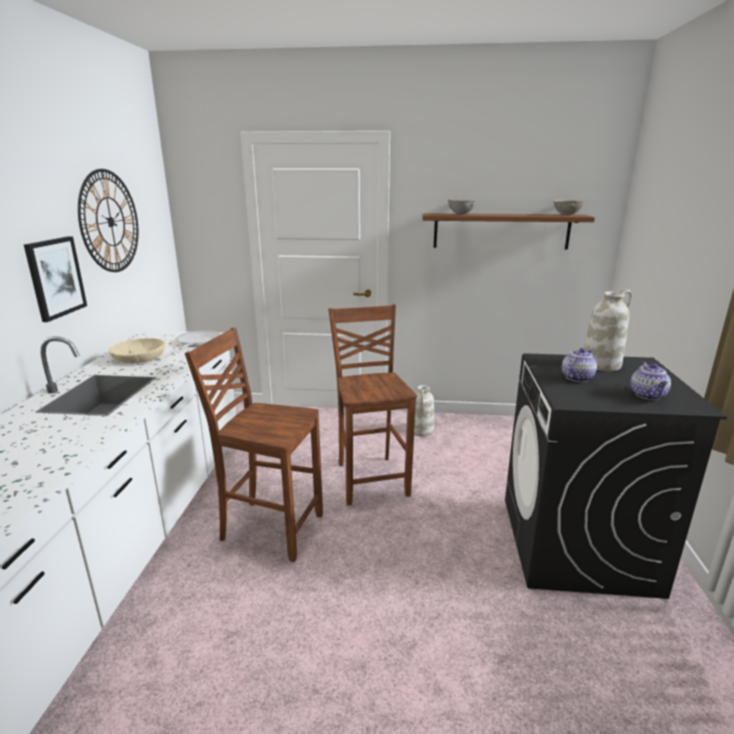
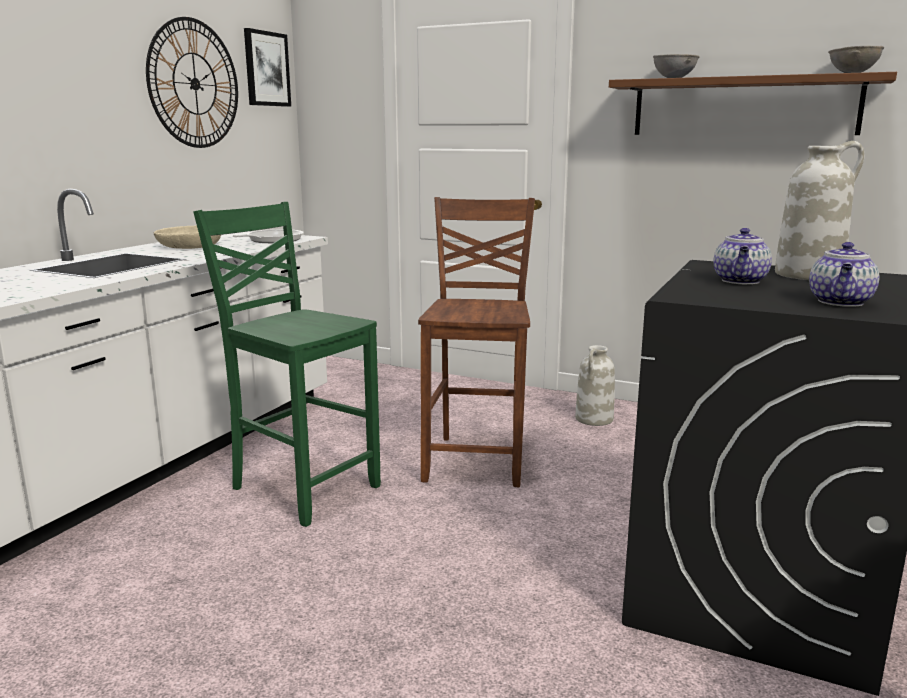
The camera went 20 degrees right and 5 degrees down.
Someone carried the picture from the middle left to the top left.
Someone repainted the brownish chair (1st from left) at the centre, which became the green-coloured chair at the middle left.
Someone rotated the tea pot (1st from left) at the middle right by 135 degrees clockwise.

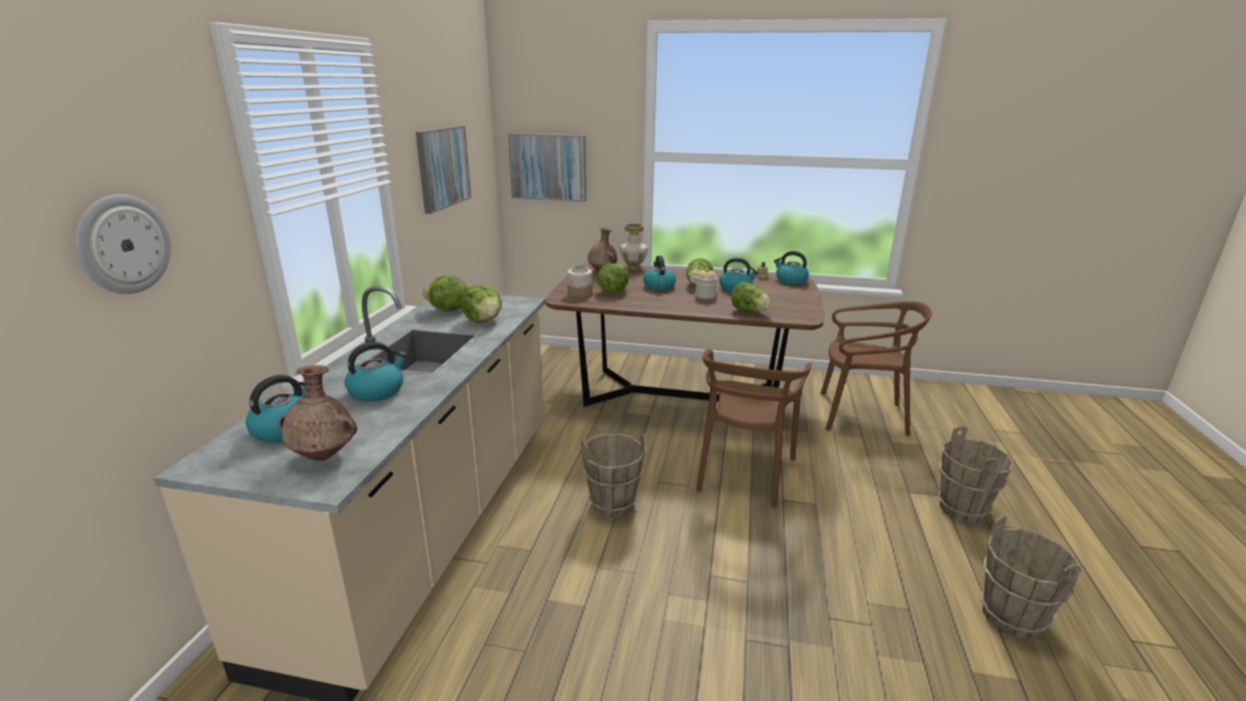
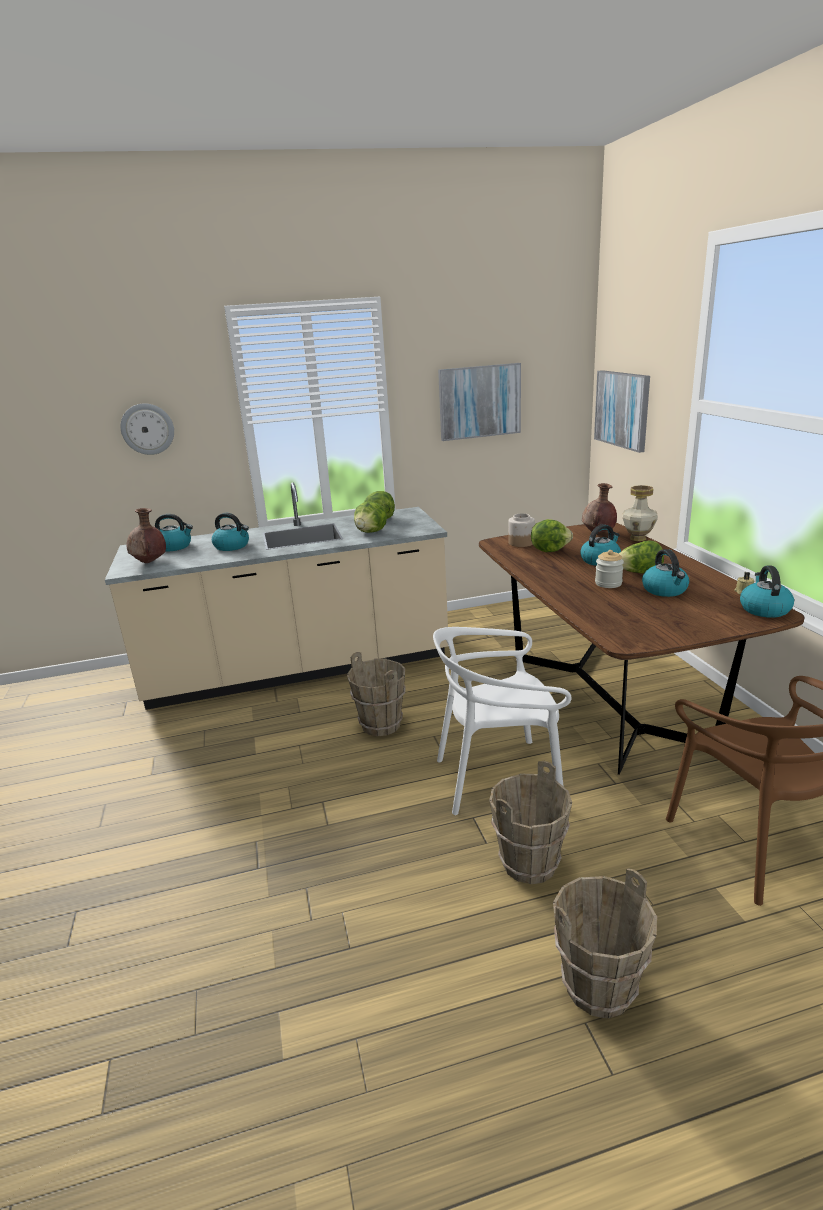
The camera went 65 degrees right and 0 degrees up.
Someone repainted the brownish chair (1st from left) at the centre, which became the whitish chair at the centre.
Someone took away the head of lettuce (5th from left) at the centre.
Someone carried the brownish bucket (3rd from left in the first image) from the bottom right to the bottom centre.

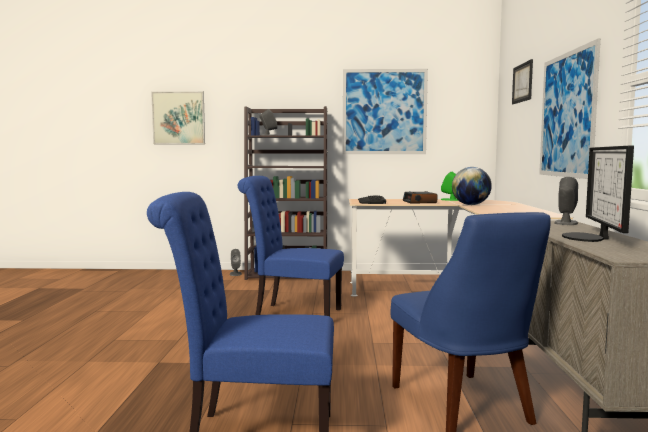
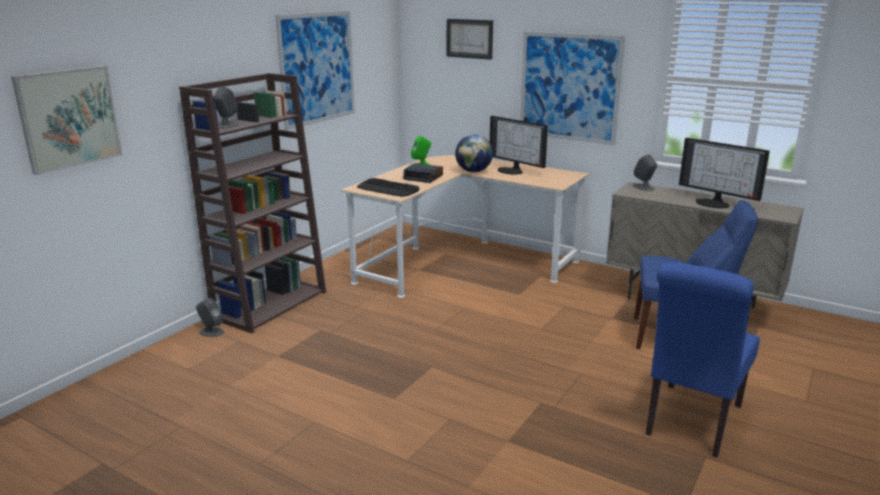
The camera went 60 degrees left and 15 degrees up.
Someone took away the blue chair (2nd from left) at the centre.
Someone put down the computer screen (1st from left) at the top centre.

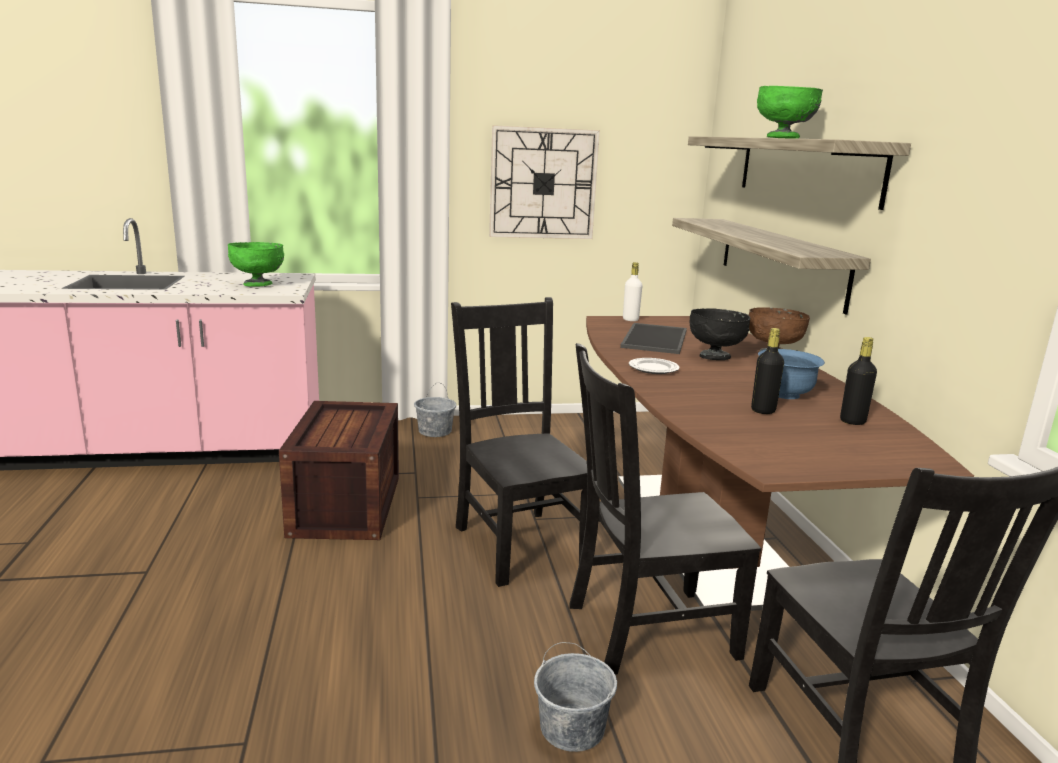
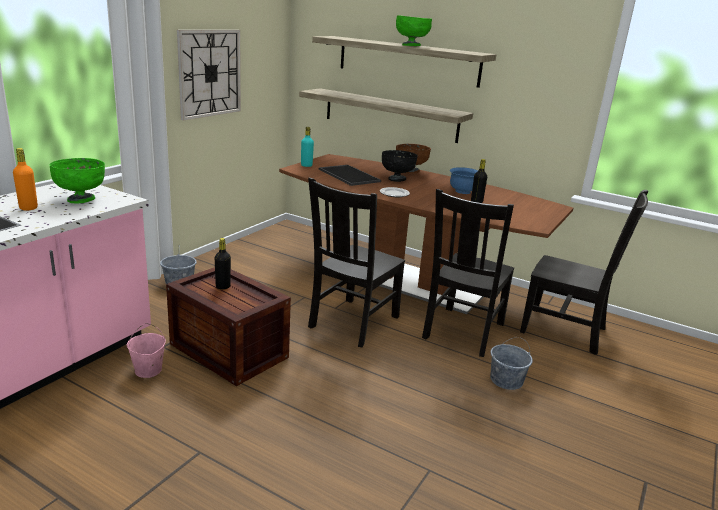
The camera went 50 degrees left and 5 degrees up.
Someone rotated the black-coloured chair (1st from left) at the centre by 75 degrees counterclockwise.
Someone repainted the whitish beverage bottle at the centre, which became the blue-green beverage bottle at the top centre.
Someone carried the black-coloured beverage bottle (2nd from left in the first image) from the middle right to the middle left.
Someone put down the orange-coloured beverage bottle at the middle left.
Someone put down the pink-coloured bucket at the bottom left.

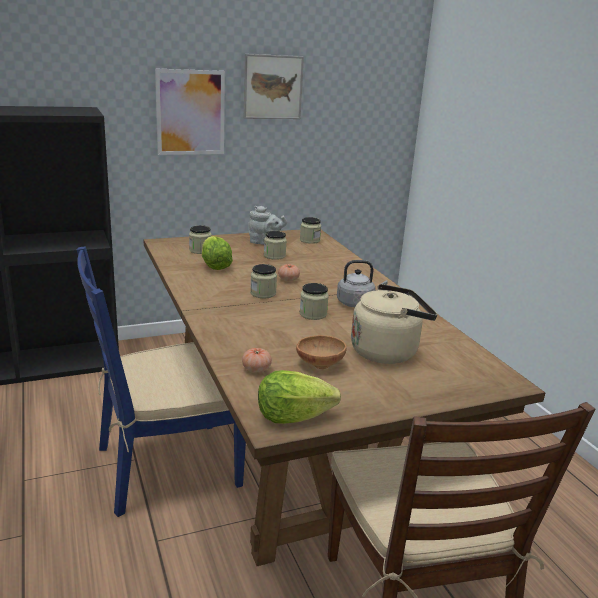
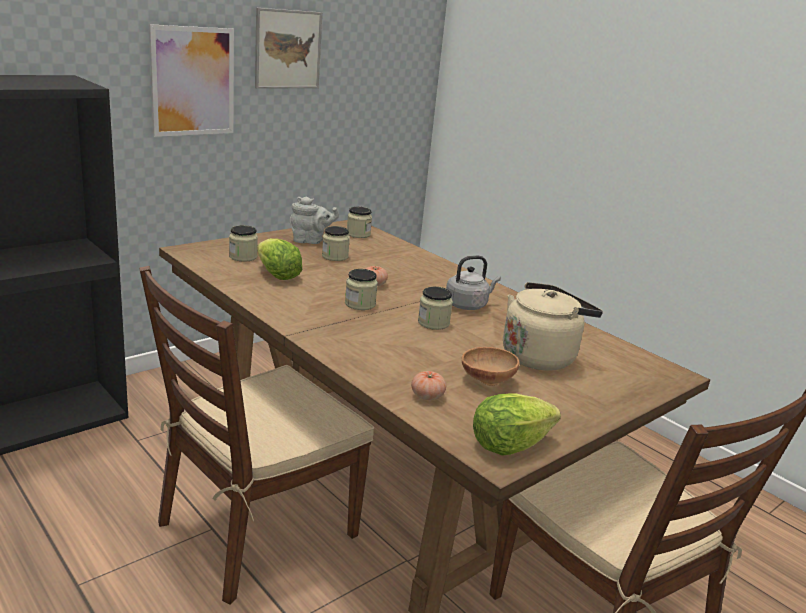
The camera went 20 degrees left and 0 degrees up.
Someone repainted the blue chair at the middle left, which became the brownish chair (1st from left) at the bottom left.

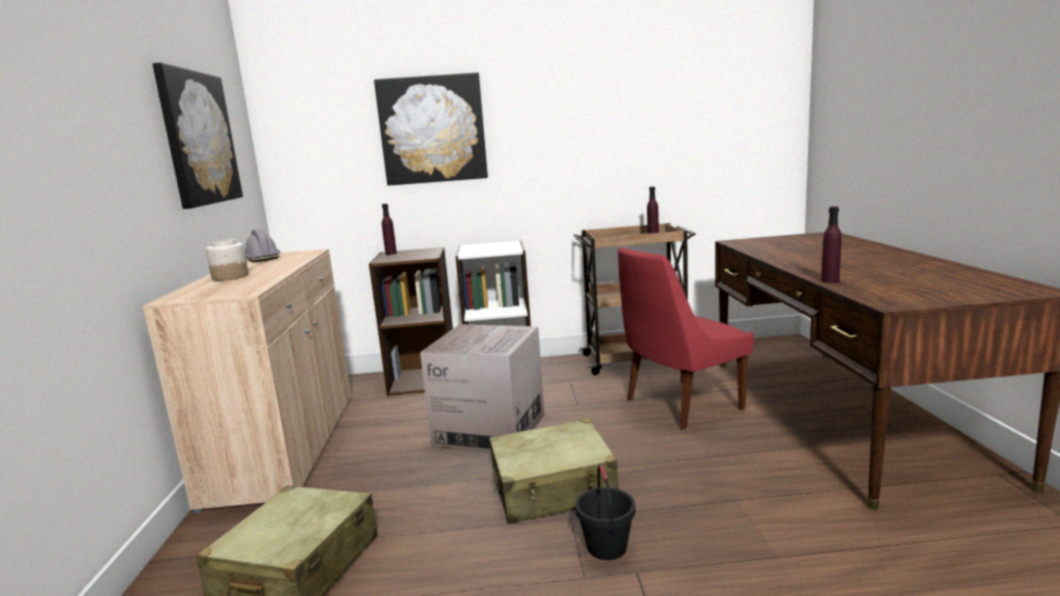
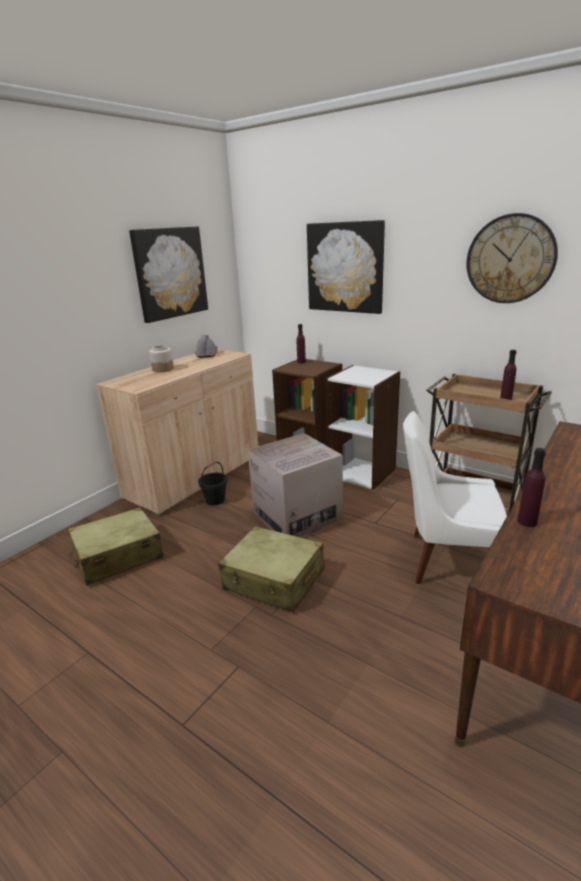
The camera went 40 degrees right and 10 degrees up.
Someone carried the black-coloured bucket from the bottom centre to the centre.
Someone repainted the red-coloured chair at the centre, which became the whitish chair at the middle right.
Someone put up the hanging clock at the top right.

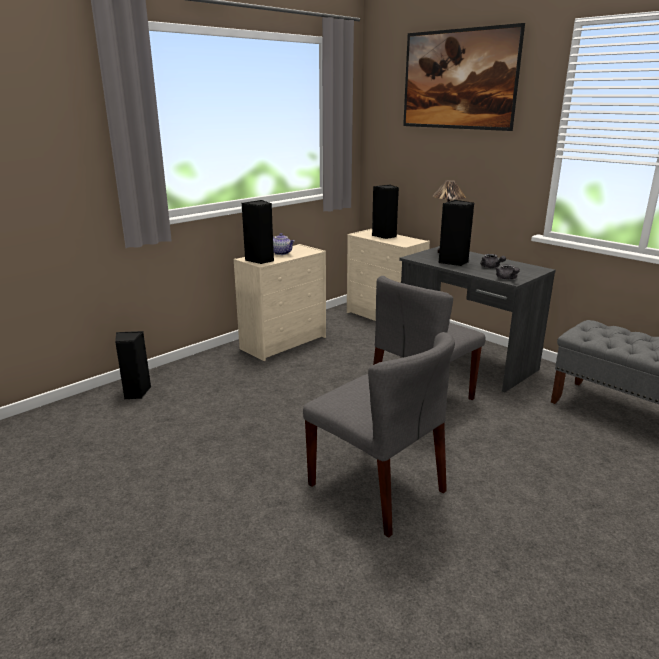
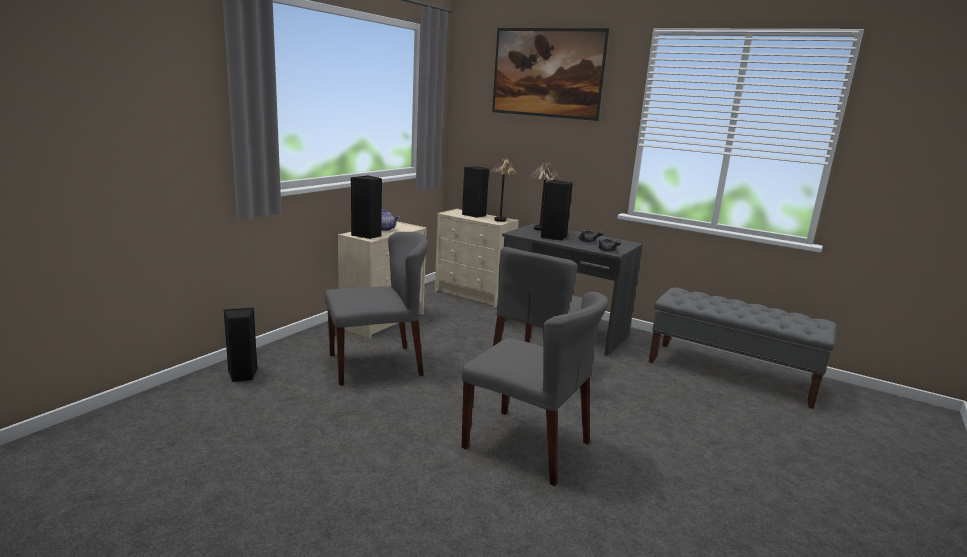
The camera went 15 degrees left and 5 degrees down.
Someone put down the grey chair (1st from left) at the centre.
Someone put down the lamp for a table (1st from left) at the centre.

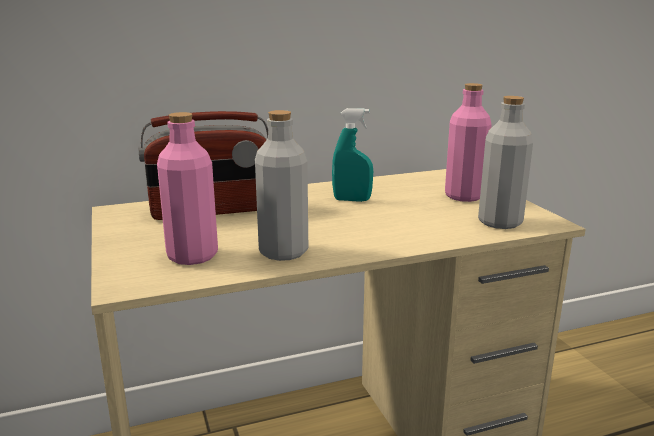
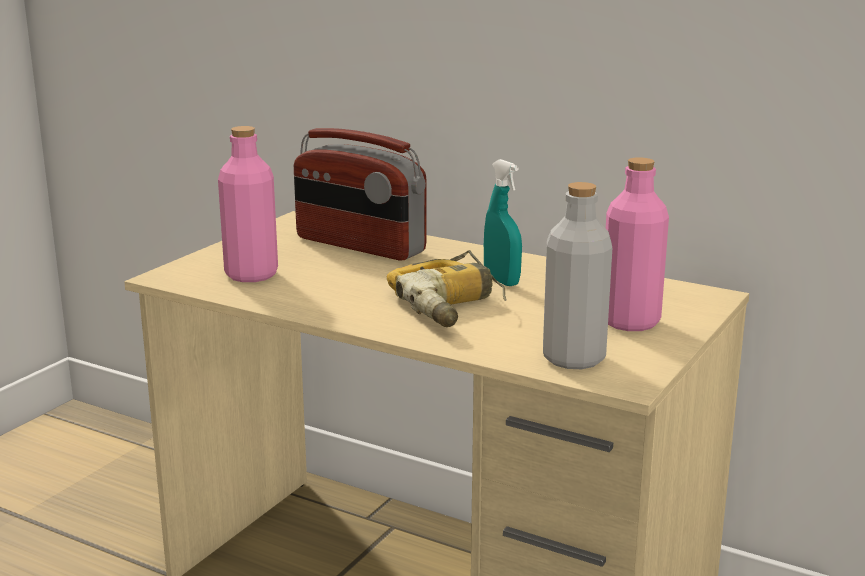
The camera went 50 degrees right and 0 degrees up.
Someone took away the grey beverage bottle (1st from left) at the centre.
Someone put down the drill at the centre.

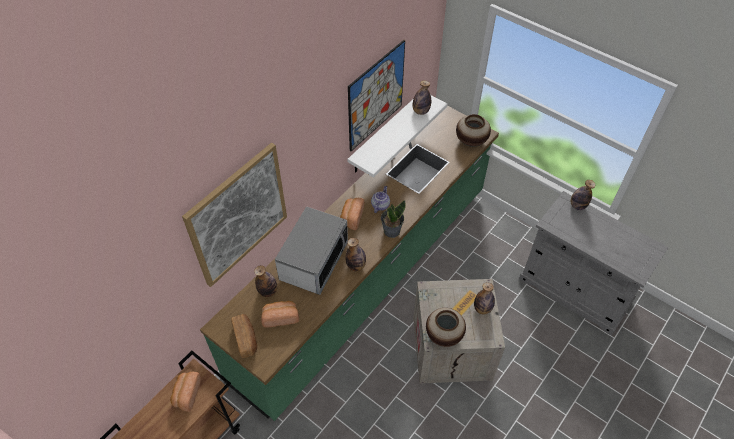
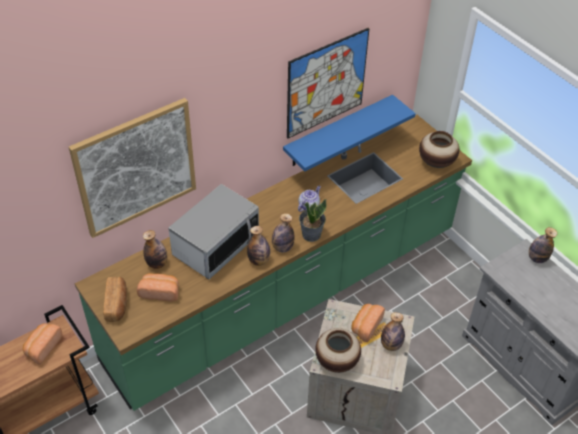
The camera went 15 degrees right and 5 degrees down.
Someone carried the bread (4th from left) from the centre to the bottom centre.
Someone repainted the whitish bracket shelf at the top centre, which became the blue bracket shelf at the top centre.
Someone carried the beverage bottle (3rd from left) from the top centre to the centre.

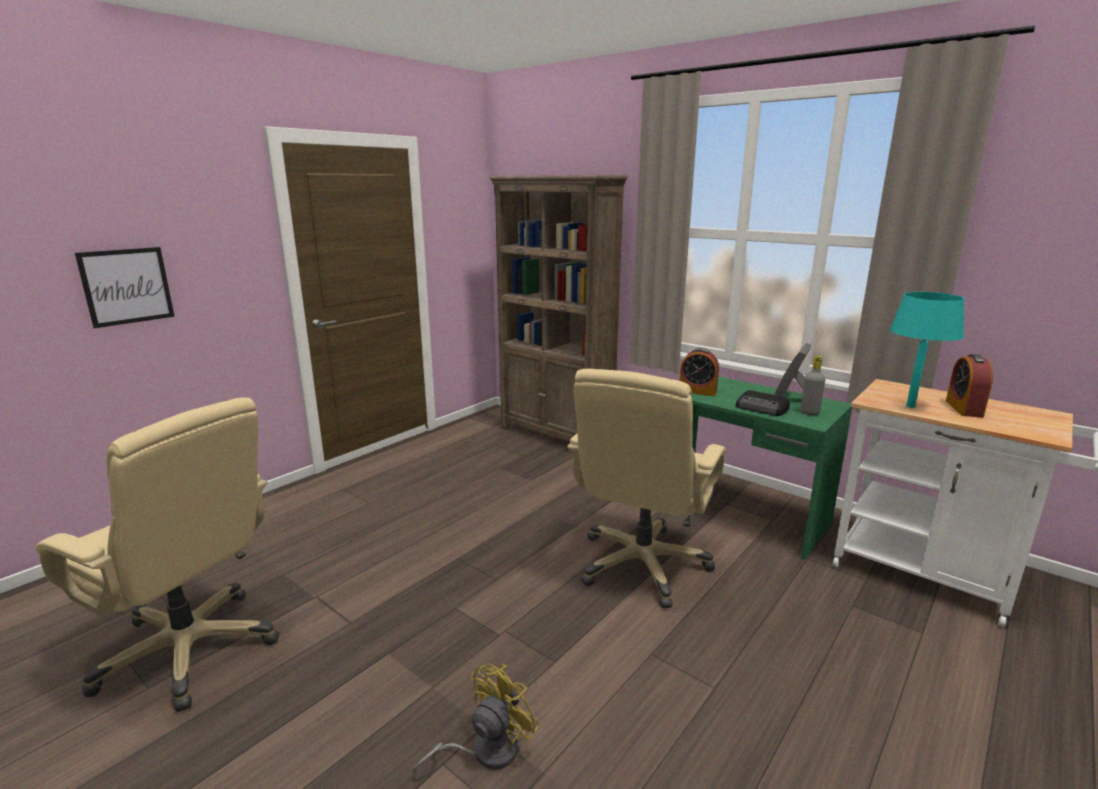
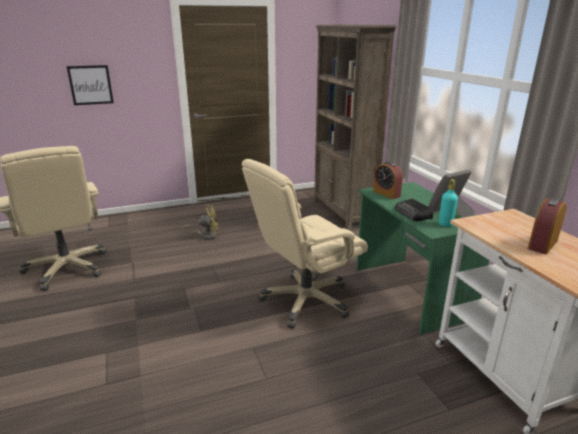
The camera went 30 degrees right and 5 degrees up.
Someone carried the yellow-coloured fan from the bottom centre to the centre.
Someone repainted the grey beverage bottle at the middle right, which became the blue-green beverage bottle at the middle right.
Someone took away the blue-green lamp for a table at the middle right.

